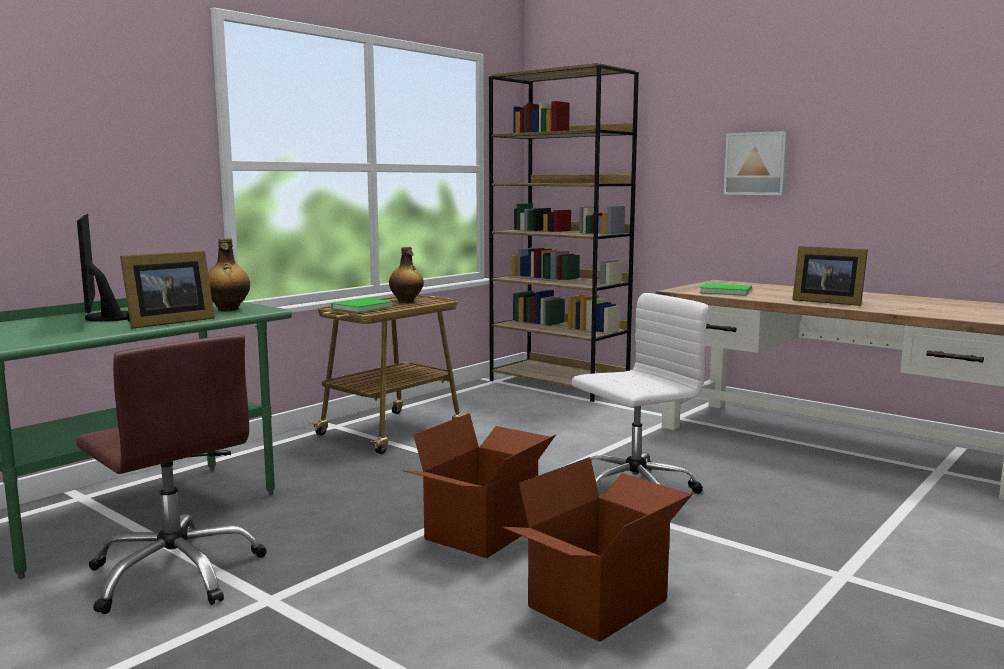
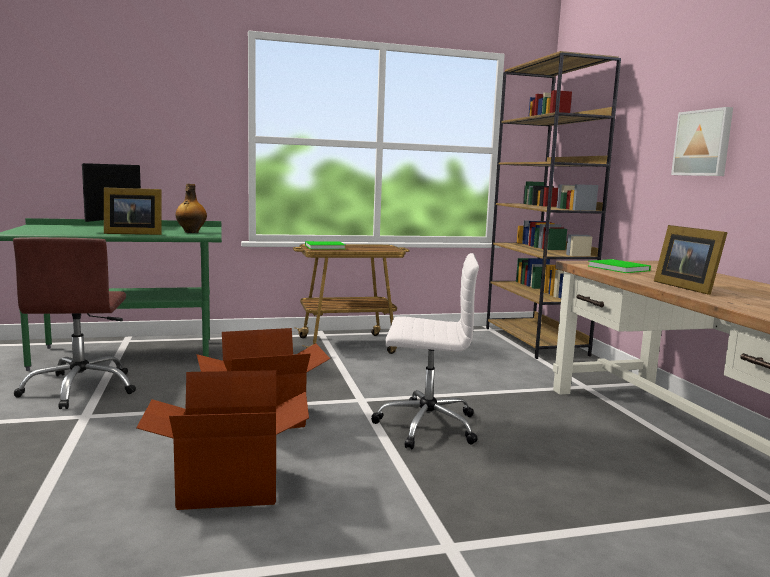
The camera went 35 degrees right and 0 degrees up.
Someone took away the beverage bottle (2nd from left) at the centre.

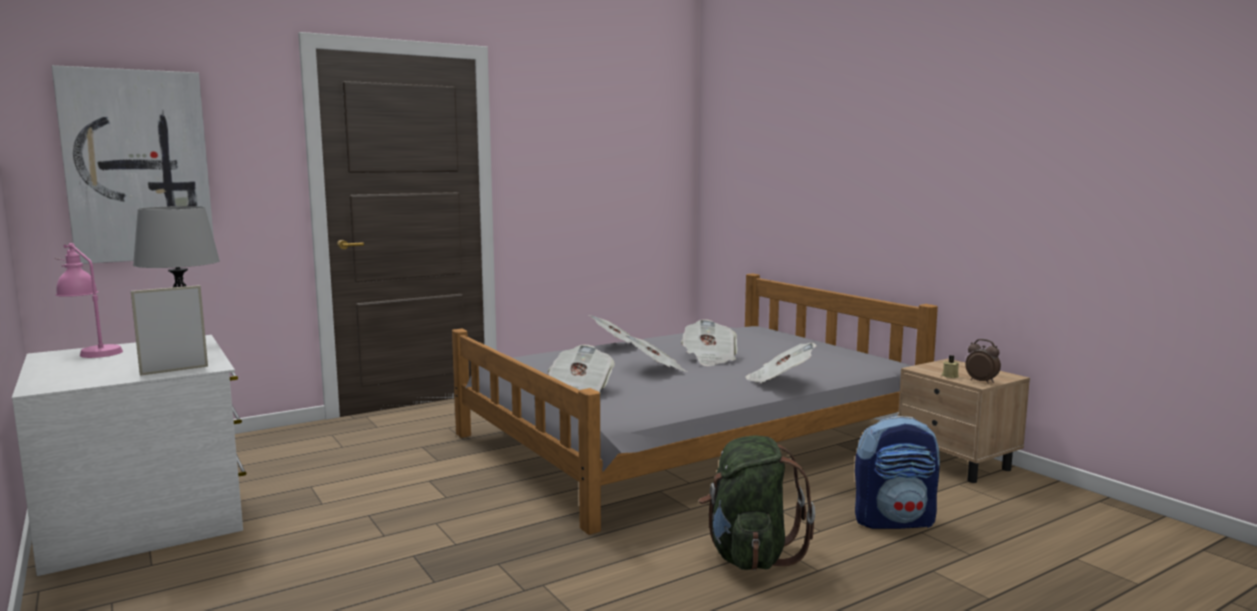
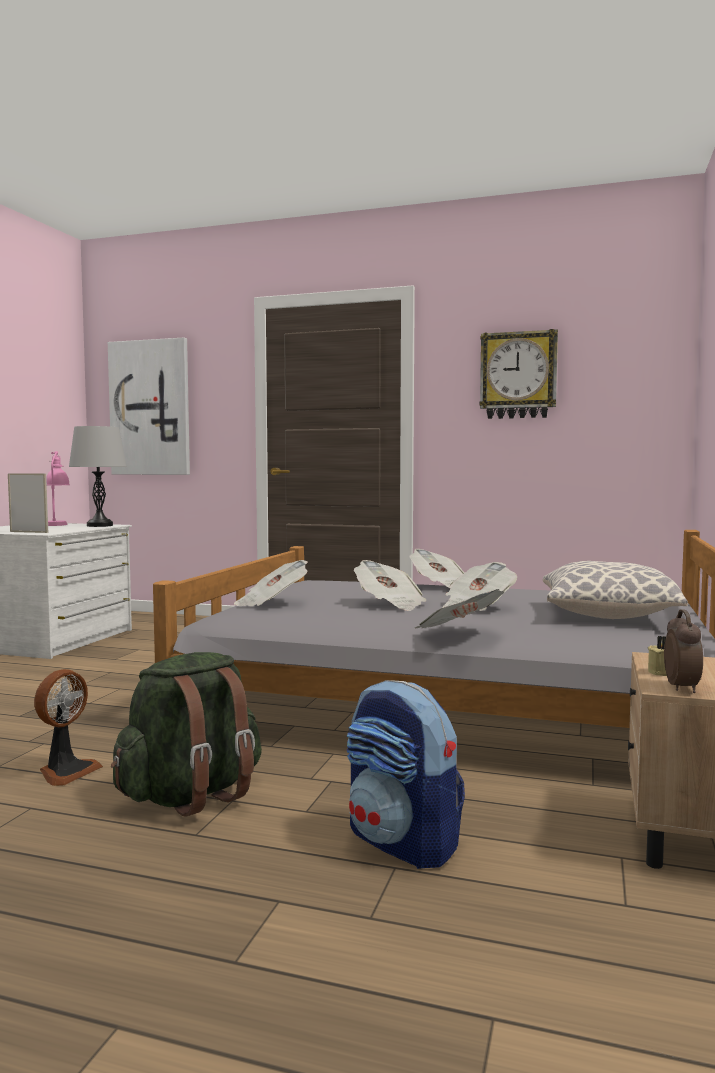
The camera went 50 degrees right and 5 degrees down.
Someone put down the fan at the bottom left.
Someone put up the hanging clock at the middle right.
Someone put down the cushion at the middle right.

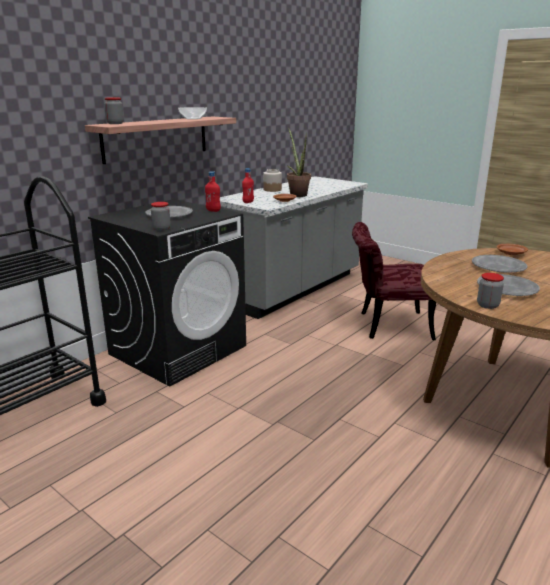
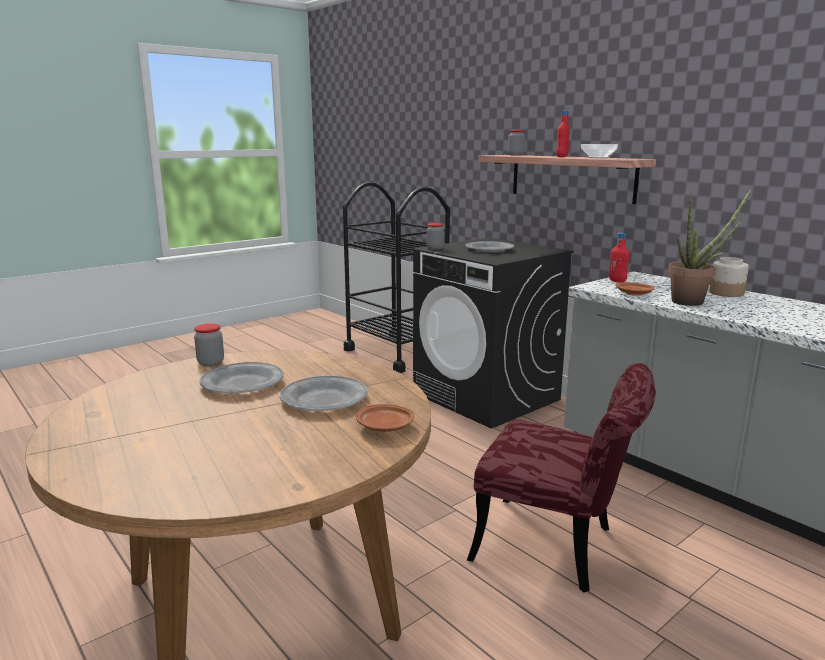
The camera went 100 degrees right and 5 degrees down.
Someone carried the red-coloured beverage bottle (1st from left) from the top centre to the top right.
Someone rotated the red-coloured chair at the middle right by 105 degrees clockwise.

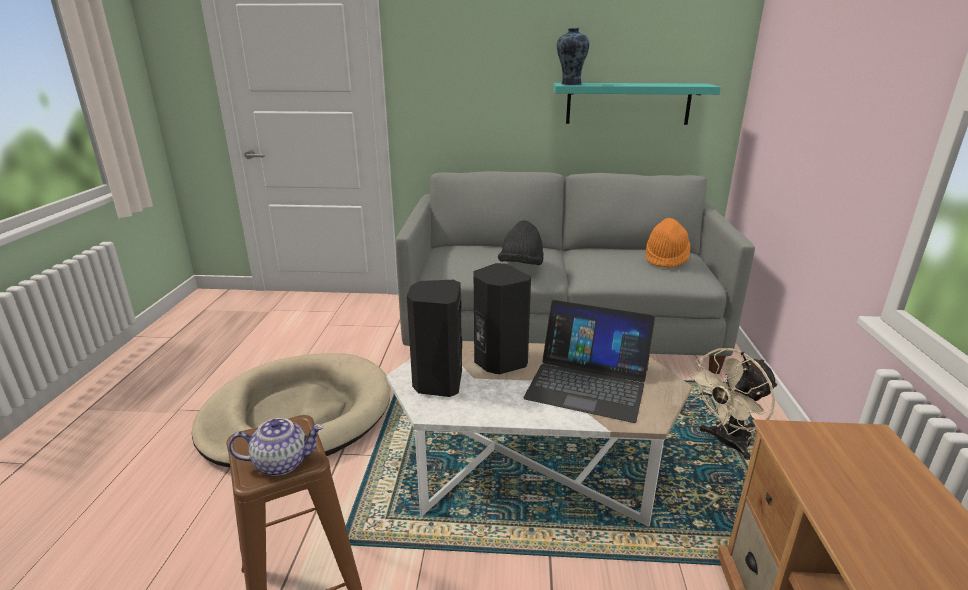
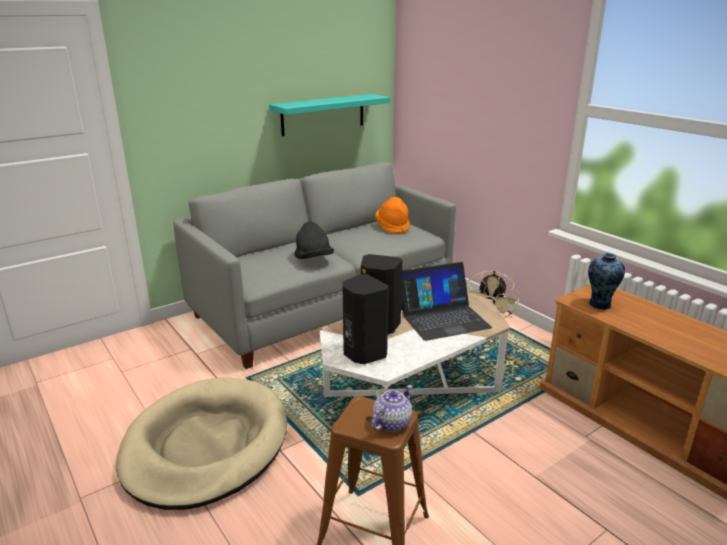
The camera went 40 degrees left and 0 degrees up.
Someone carried the flower vase from the top centre to the middle right.

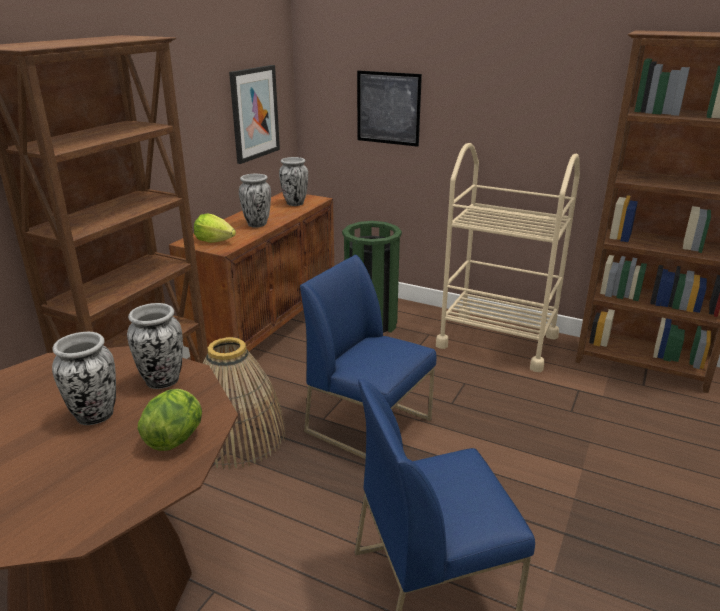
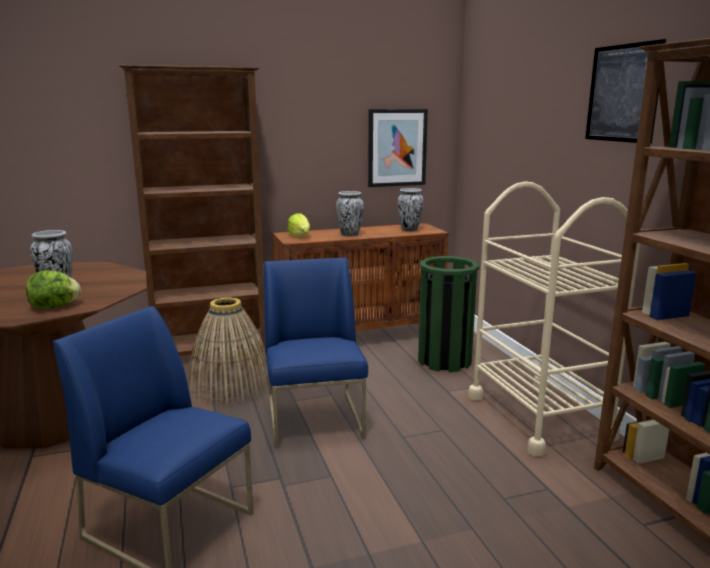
The camera went 45 degrees right and 10 degrees down.
Someone took away the flower vase (2nd from left) at the middle left.
Someone carried the picture (2nd from left) from the top centre to the top right.

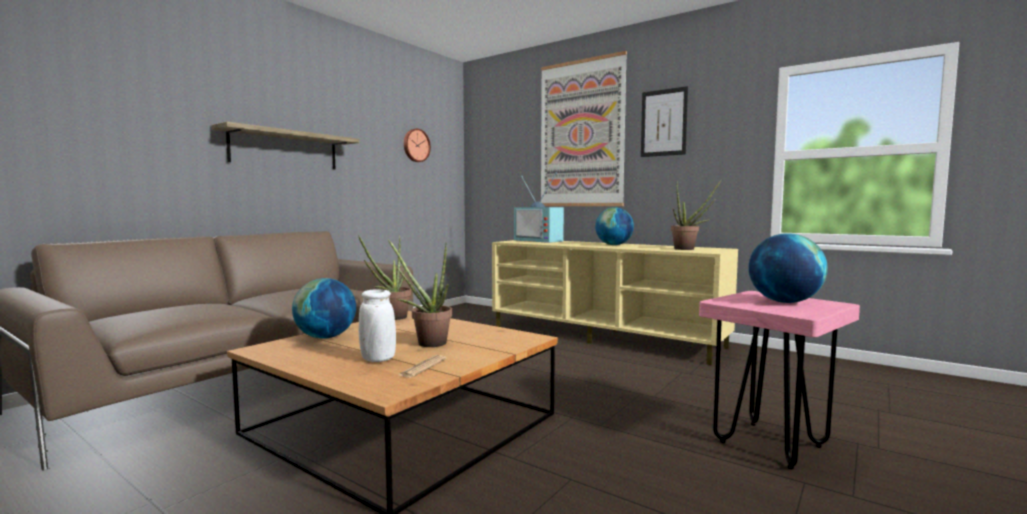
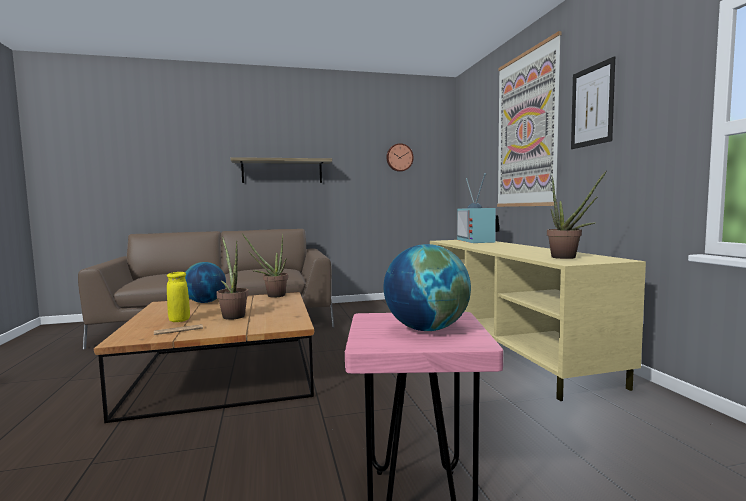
The camera went 40 degrees right and 0 degrees up.
Someone repainted the whitish flower vase at the centre, which became the yellow-coloured flower vase at the middle left.
Someone took away the world globe (2nd from left) at the centre.

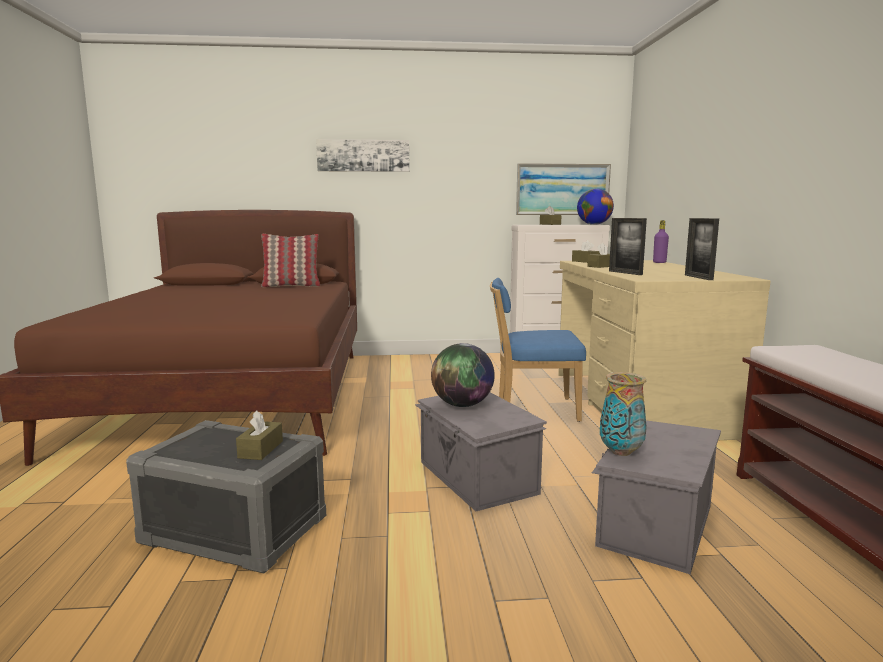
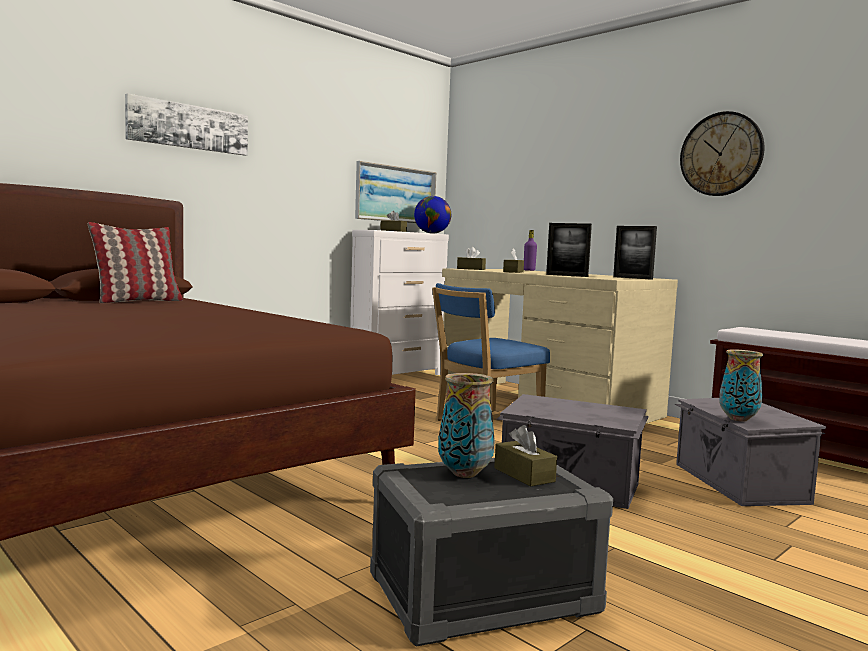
The camera went 40 degrees left and 5 degrees down.
Someone took away the world globe (1st from left) at the centre.
Someone put down the flower vase (1st from left) at the centre.
Someone put up the hanging clock at the top right.

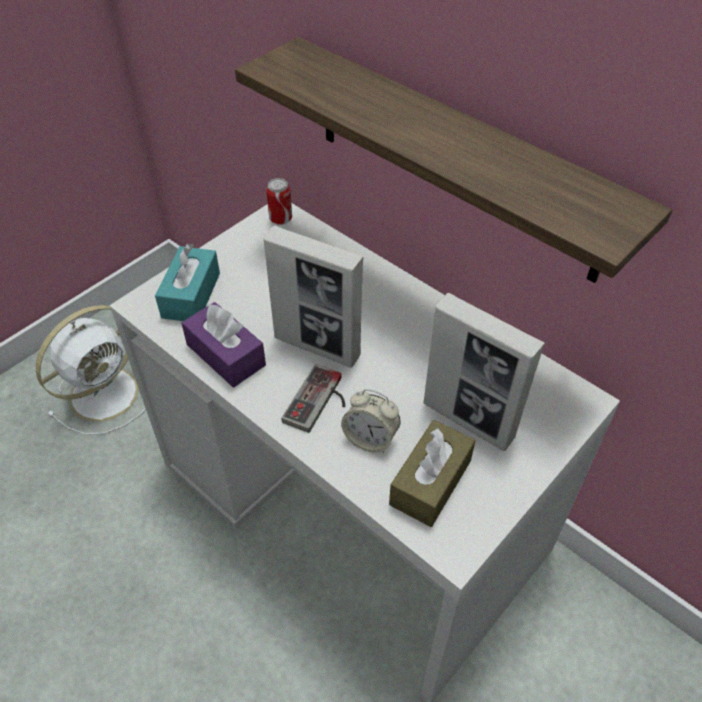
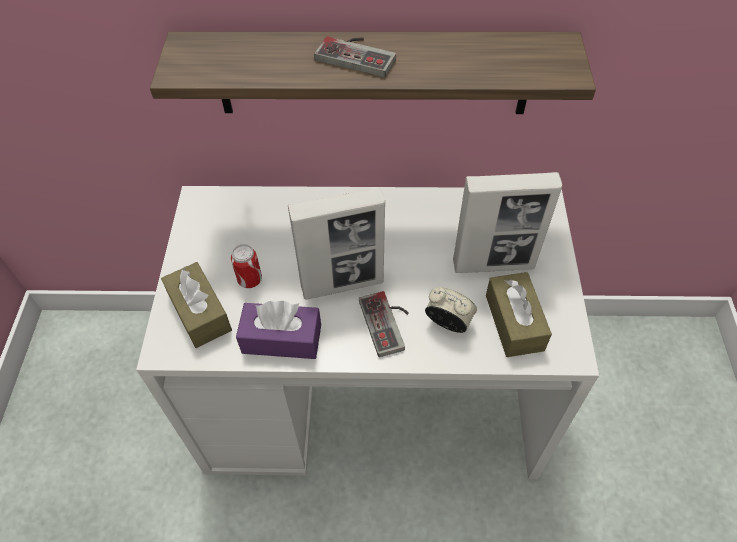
The camera went 40 degrees left and 5 degrees up.
Someone took away the whitish fan at the middle left.
Someone repainted the blue-green tissue box at the middle left, which became the brownish tissue box (1st from left) at the middle left.
Someone carried the metal can from the top centre to the centre.
Someone rotated the bedside clock at the centre by 135 degrees counterclockwise.
Someone put down the joypad (1st from left) at the top centre.

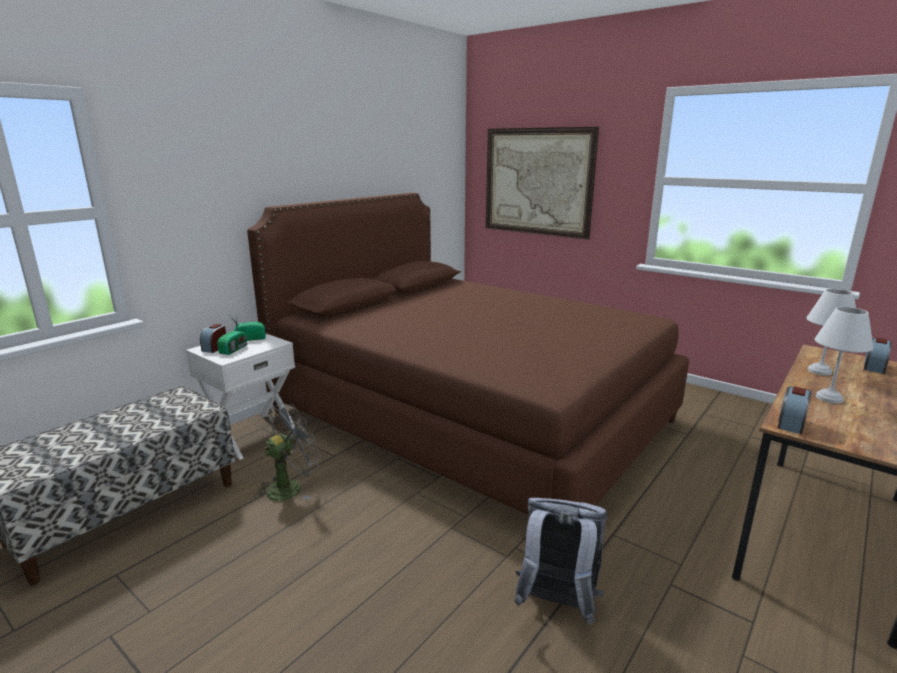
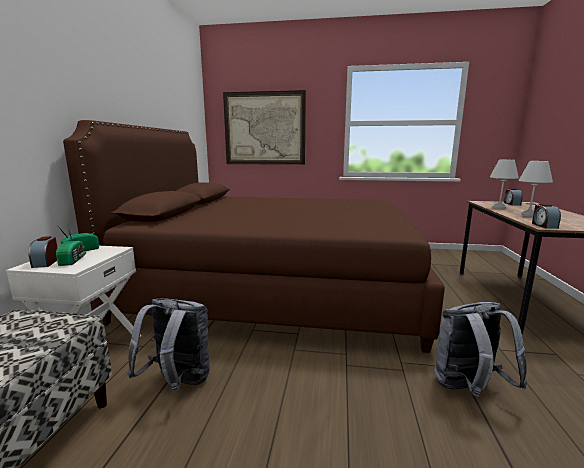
The camera went 30 degrees left and 5 degrees down.
Someone swapped the grey fan at the bottom left for the grey knapsack (1st from left) at the bottom left.

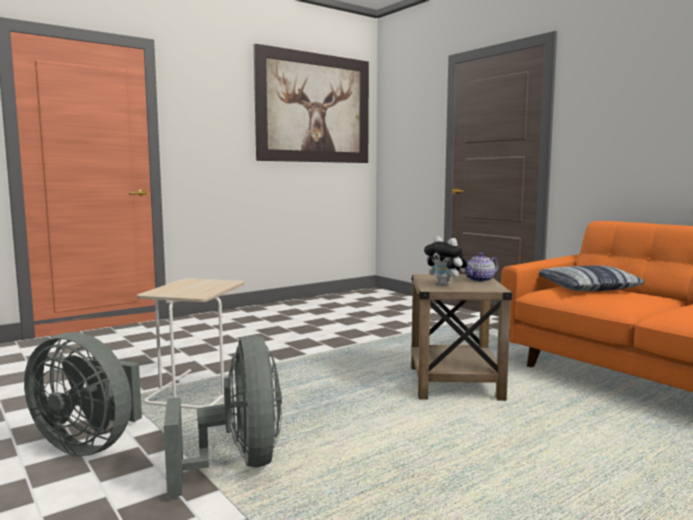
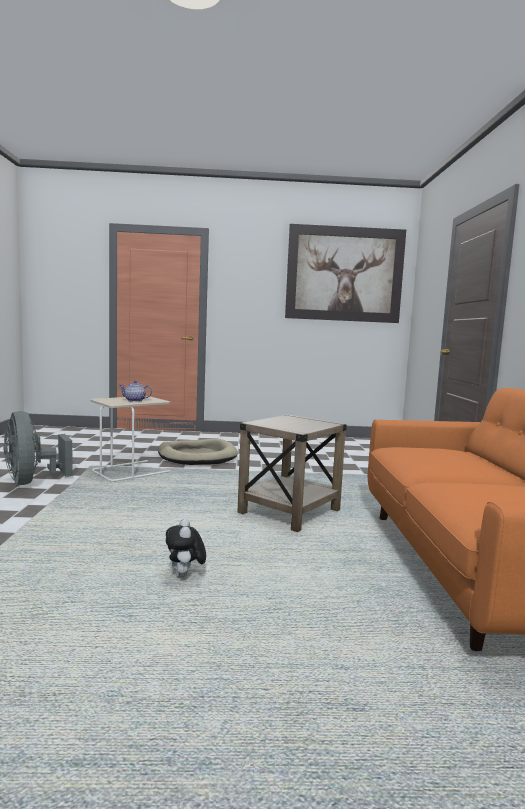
The camera went 35 degrees right and 0 degrees up.
Someone took away the grey fan (2nd from left) at the bottom left.
Someone carried the plush toy from the centre to the bottom centre.
Someone carried the tea pot from the middle right to the middle left.
Someone took away the cushion at the middle right.
Someone put down the beige pet bed at the centre.

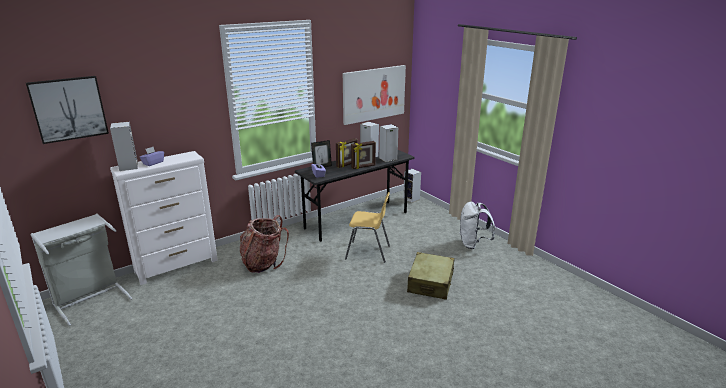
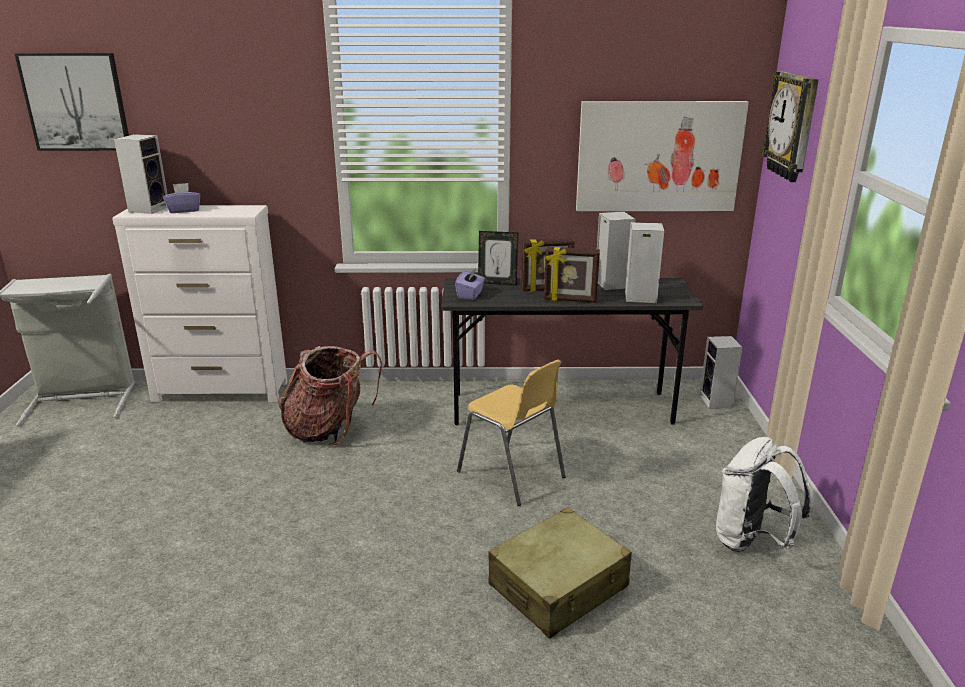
The camera went 35 degrees right and 0 degrees up.
Someone put up the hanging clock at the top right.

